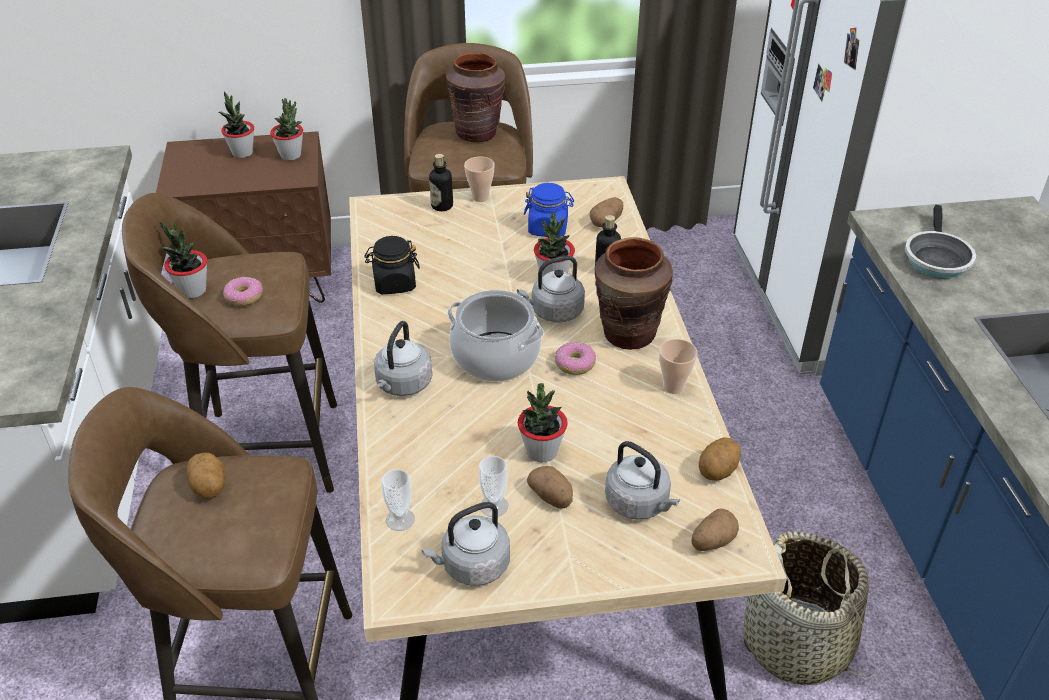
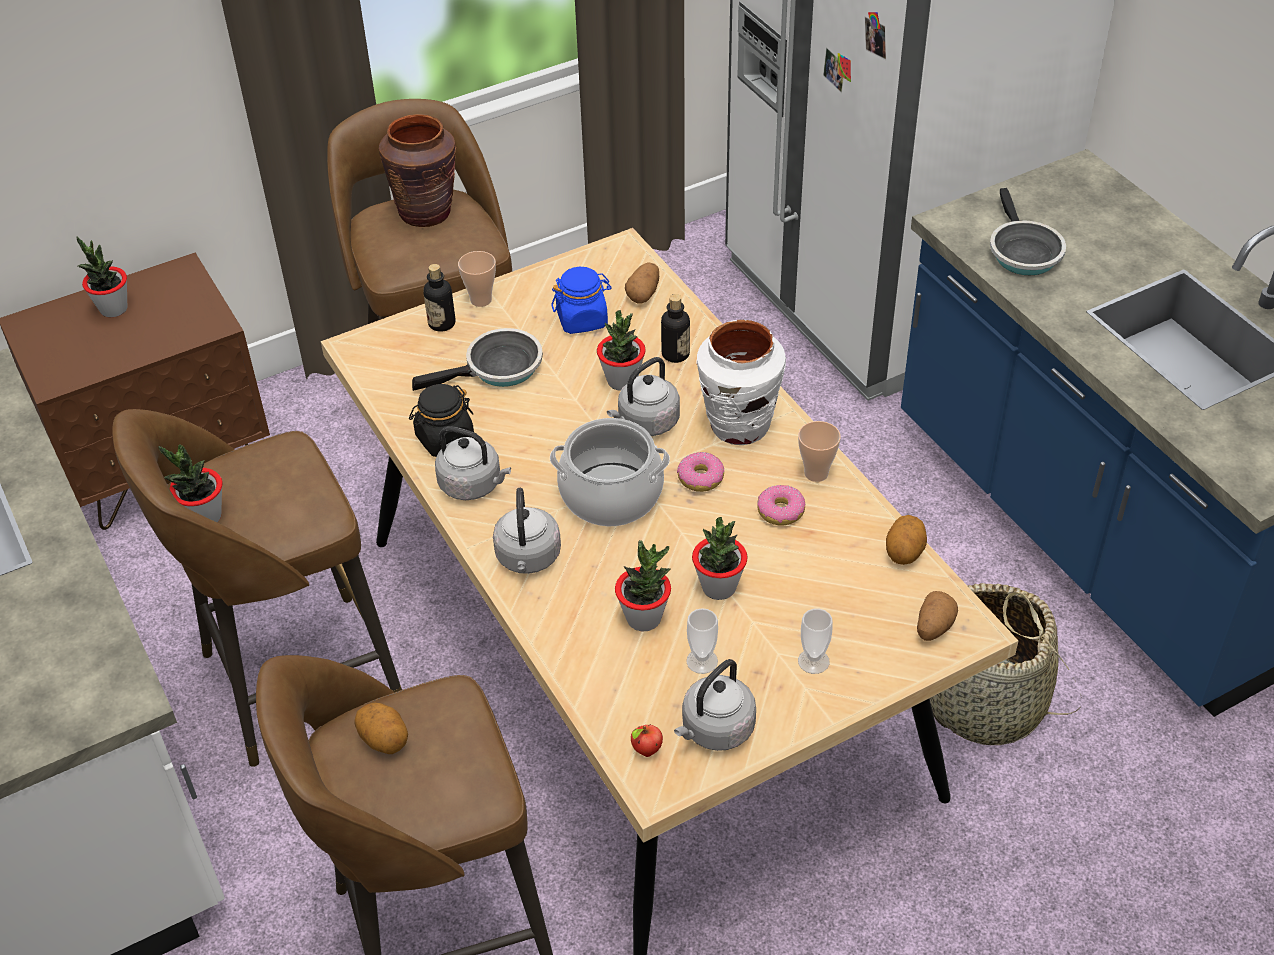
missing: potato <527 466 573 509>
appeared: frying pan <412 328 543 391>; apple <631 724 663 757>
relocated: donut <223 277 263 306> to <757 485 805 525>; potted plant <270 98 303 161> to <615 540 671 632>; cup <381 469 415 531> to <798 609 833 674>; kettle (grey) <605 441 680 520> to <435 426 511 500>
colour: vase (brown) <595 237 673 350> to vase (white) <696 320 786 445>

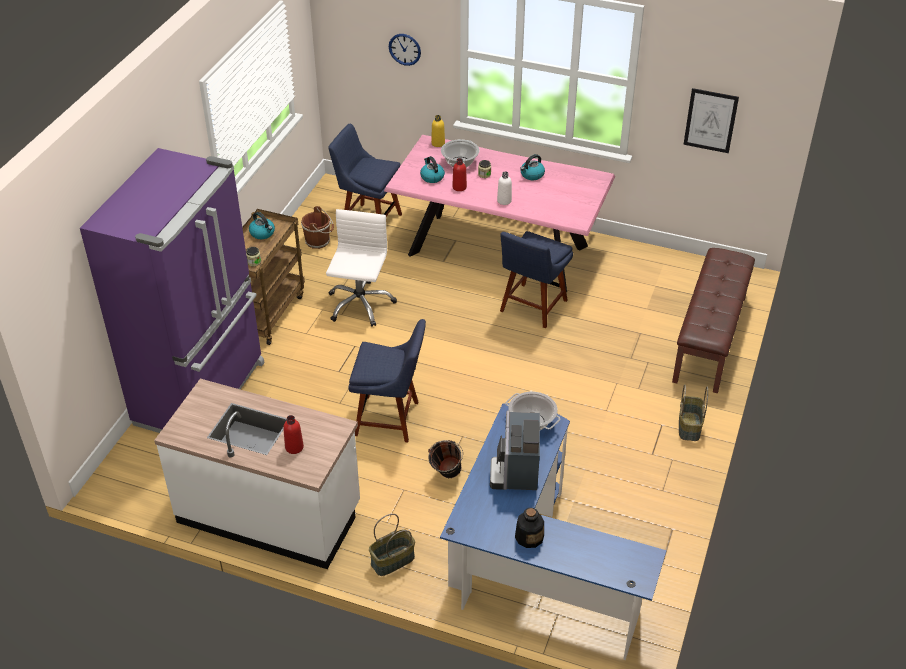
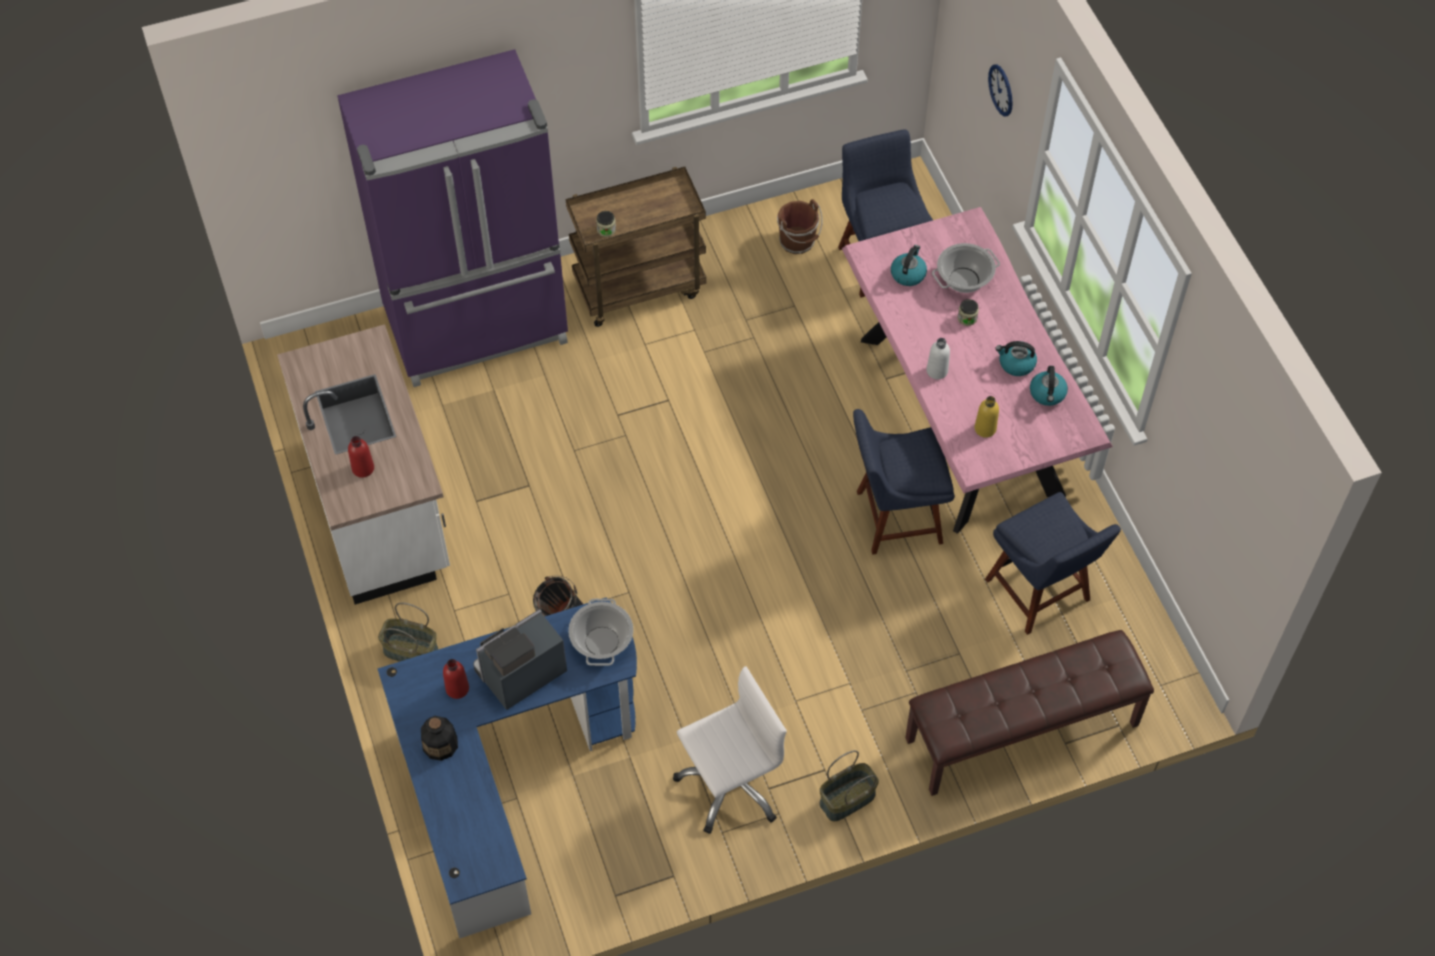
missing: picture <683 88 739 153>
relocated: kettle <249 212 275 239> to <1030 366 1068 406>; office chair (white) <326 209 397 327> to <673 666 787 834>; chair (blue) <348 319 426 442> to <985 492 1121 635>; bottle (yellow) <431 115 445 147> to <974 396 999 438>; bottle (red) <452 158 467 191> to <443 659 469 699>

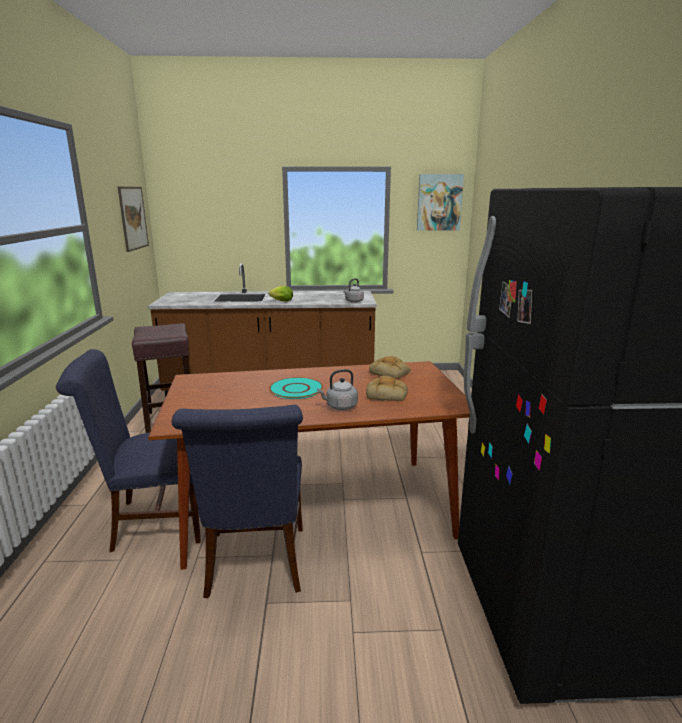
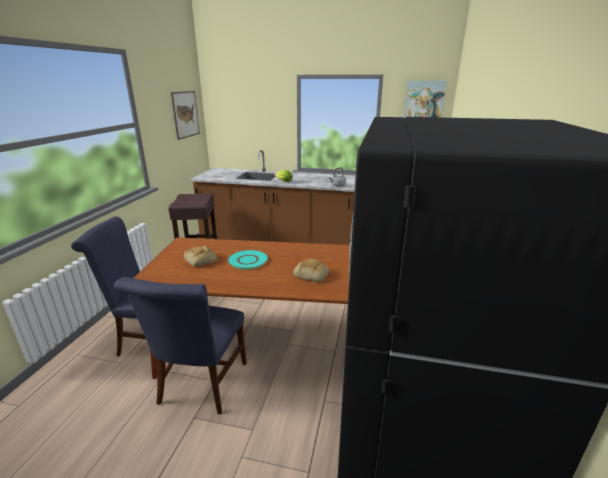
missing: kettle (grey) <317 369 358 410>
relocated: bread <369 356 411 379> to <184 246 217 267>

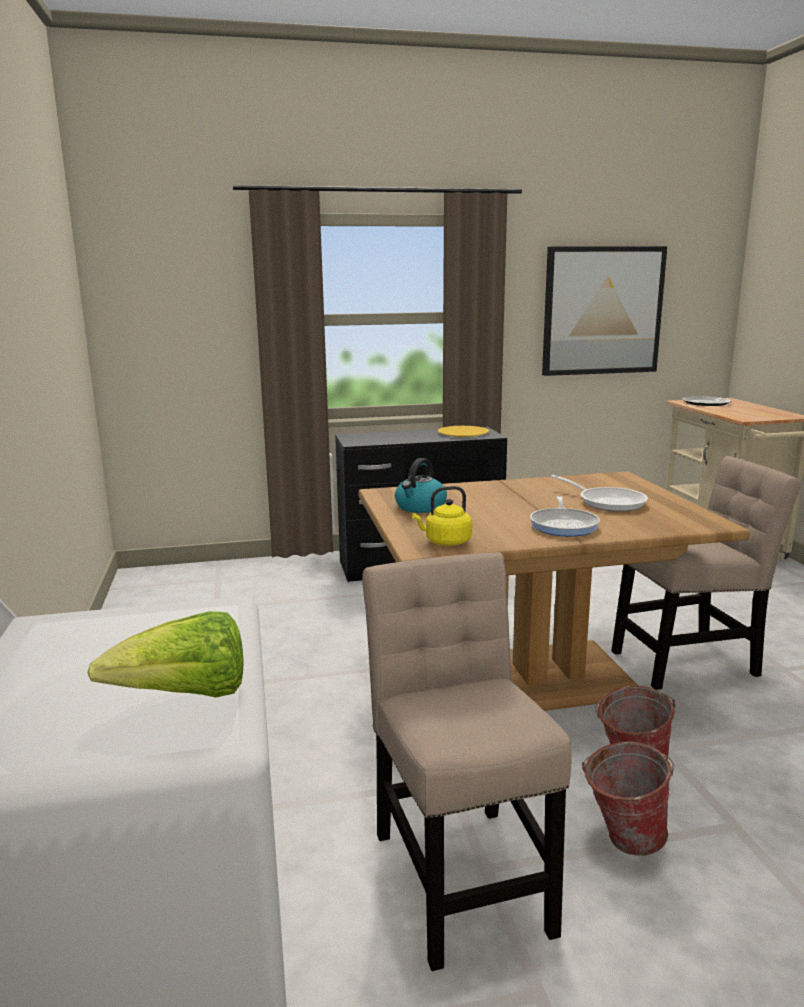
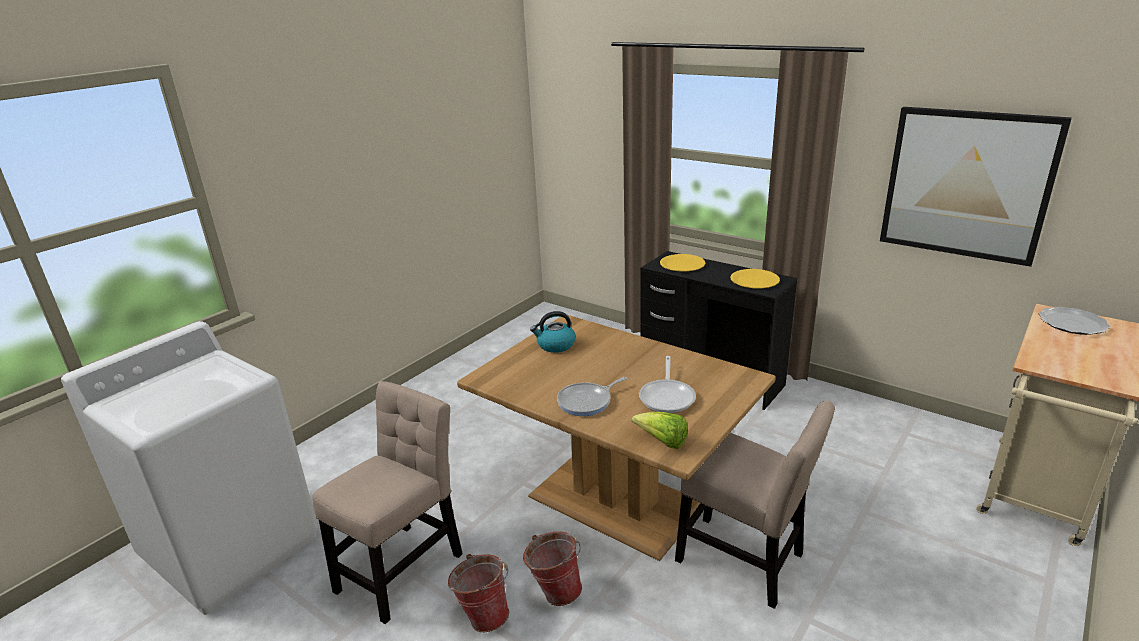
missing: kettle (yellow) <412 486 472 546>
appeared: plate (yellow) <660 254 705 271>
relocated: lettuce <87 611 244 697> to <632 412 688 449>

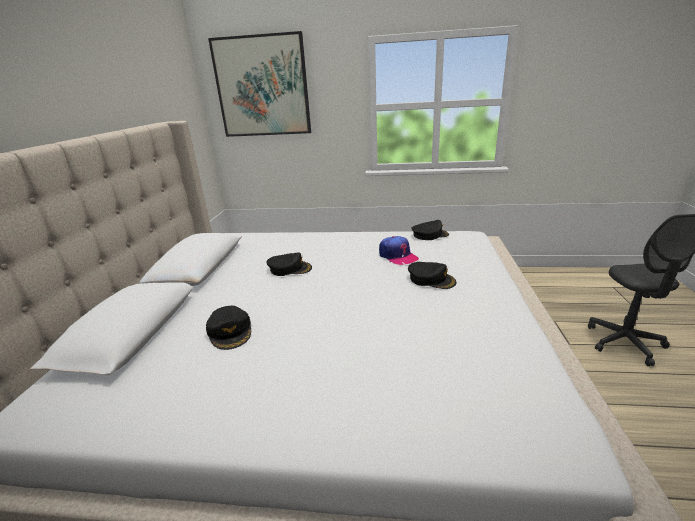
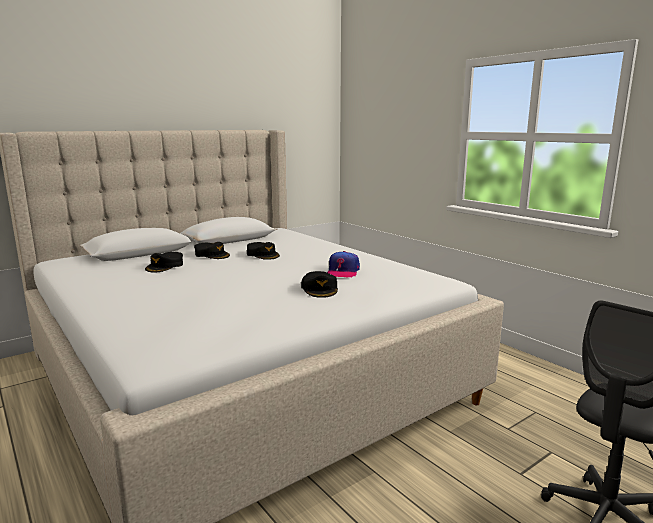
missing: picture <208 31 311 137>
relocated: cap (black) <411 220 449 240> to <194 242 230 259>

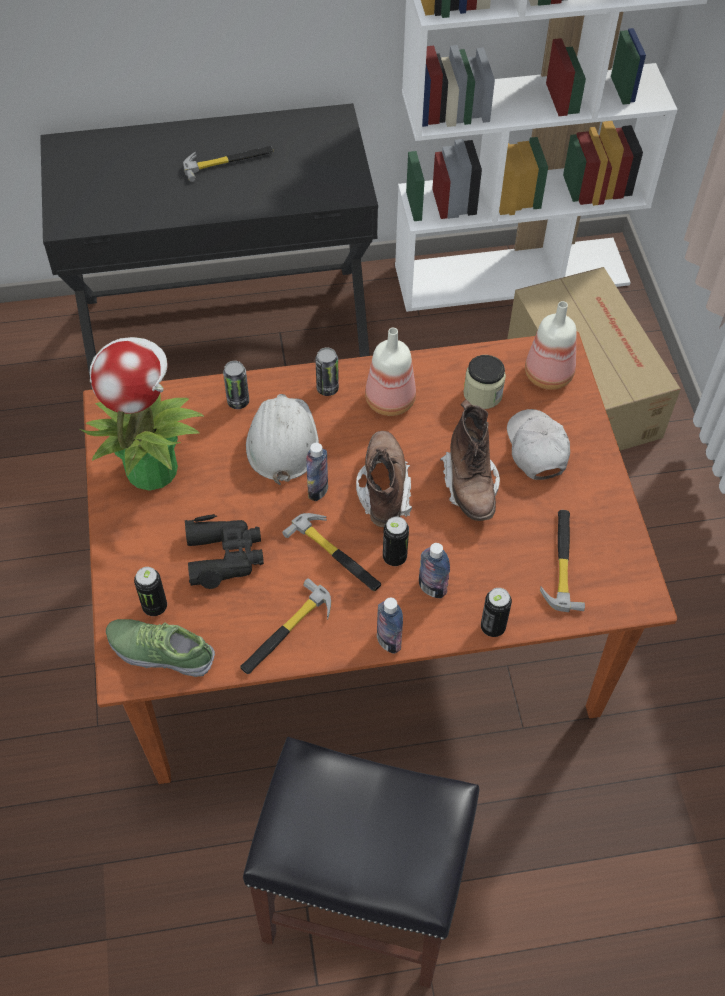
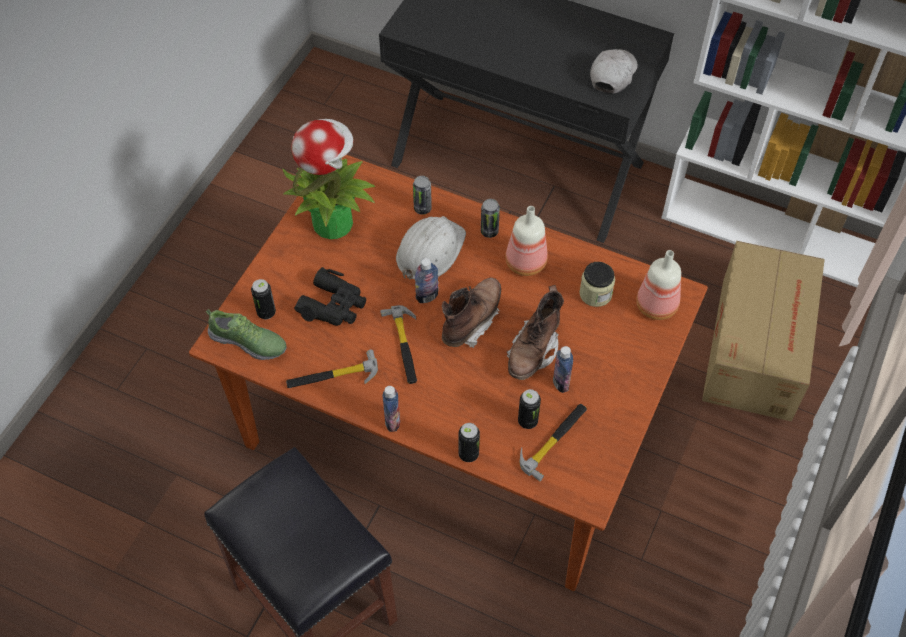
missing: hammer <183 146 274 182>
relocated: can <383 516 409 566> to <518 389 541 429>; bottle <419 543 450 598> to <553 346 573 393>; cap (white) <507 409 570 480> to <590 49 638 93>
spun: shoe <106 619 215 677> = <206 309 287 360> 150 degrees clockwise

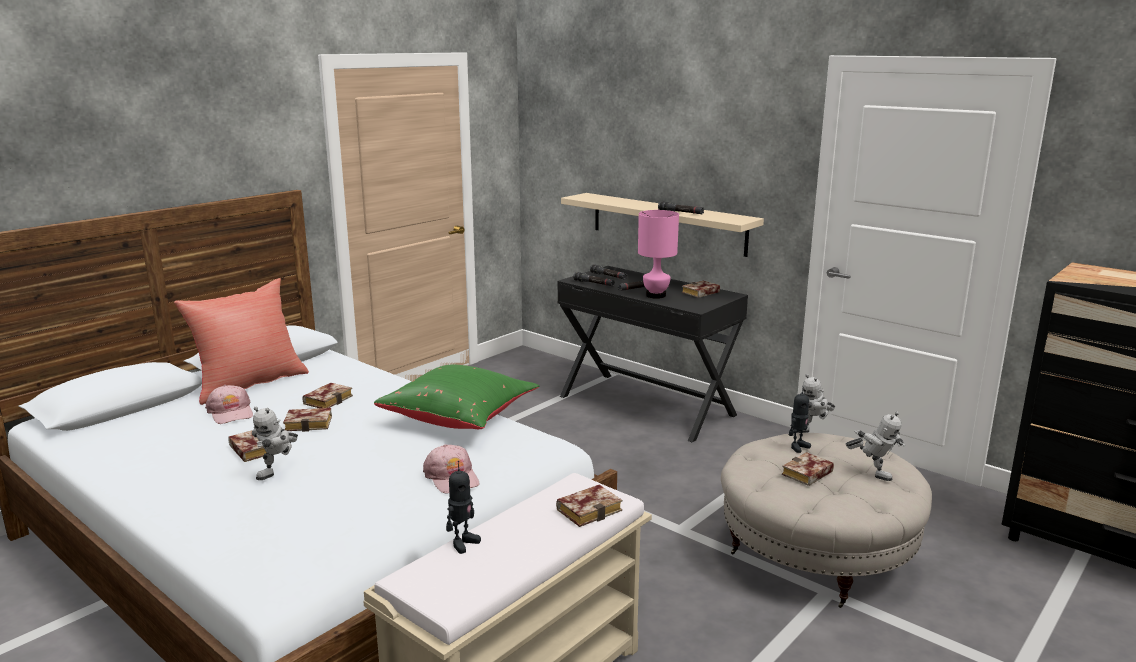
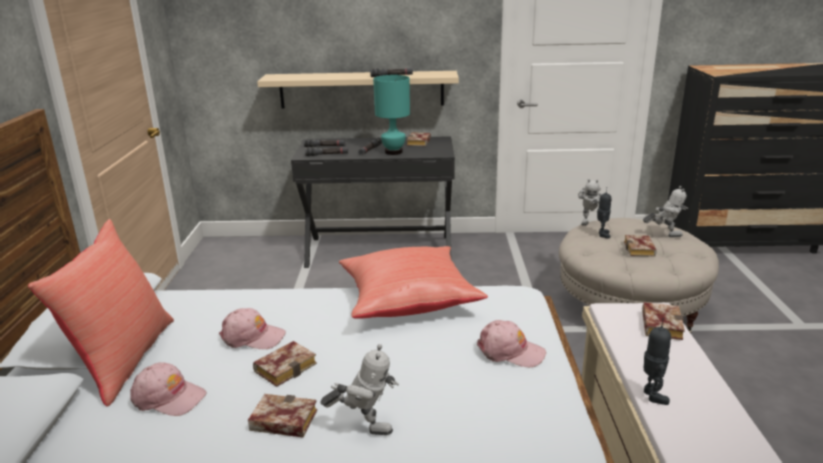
exchanged: book <303 383 353 408> to cap (pink) <219 308 286 349>
colour: pillow (green) <374 365 539 429> to pillow (red) <339 246 488 319>; table lamp (pink) <638 210 679 299> to table lamp (turquoise) <373 75 410 155>
spun: toy robot <252 406 298 480> = <321 344 399 435> 60 degrees counterclockwise

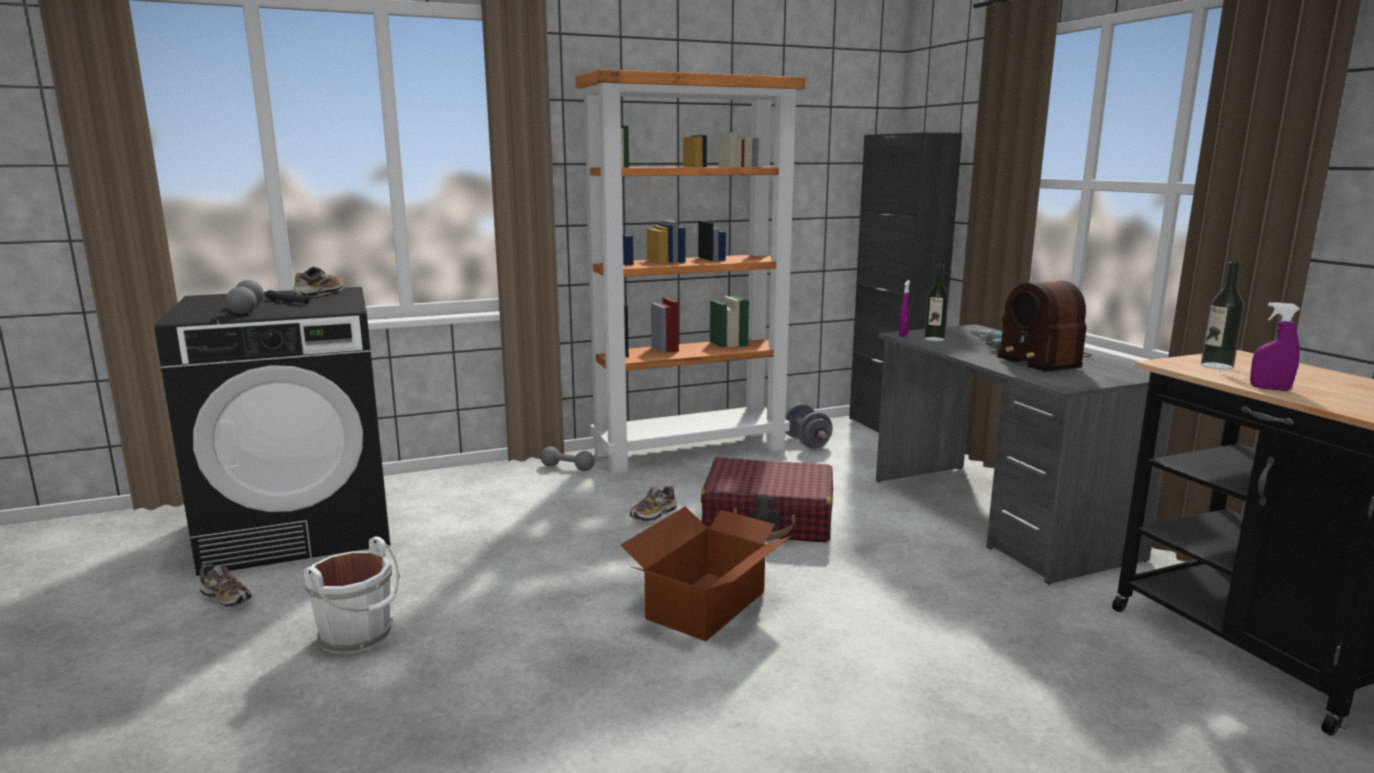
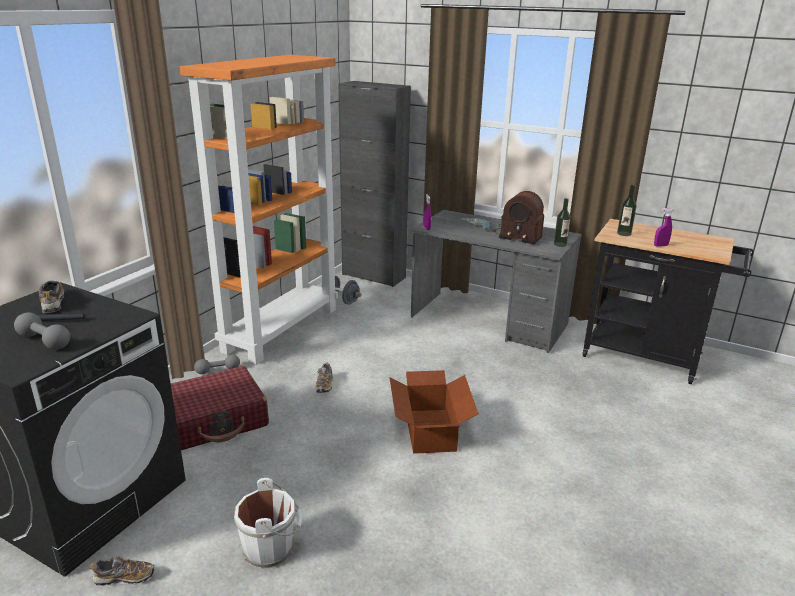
relocated: suitcase (red) <701 457 833 543> to <171 366 269 450>; bottle <924 265 949 341> to <554 198 571 247>

